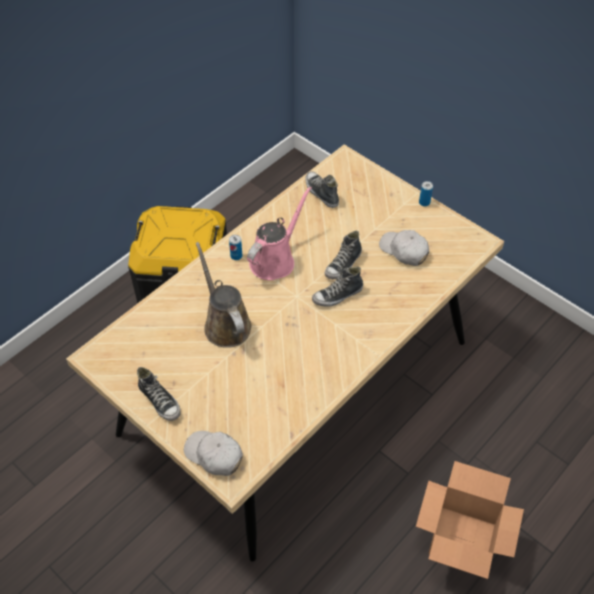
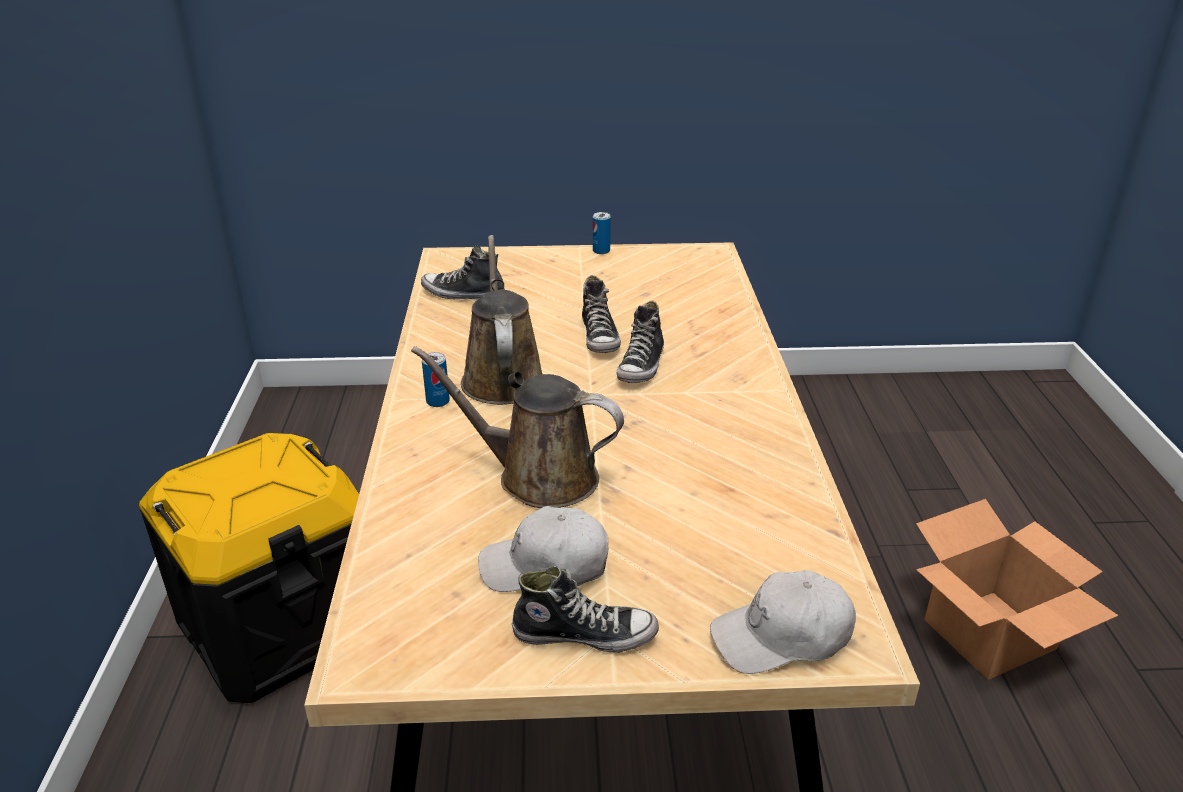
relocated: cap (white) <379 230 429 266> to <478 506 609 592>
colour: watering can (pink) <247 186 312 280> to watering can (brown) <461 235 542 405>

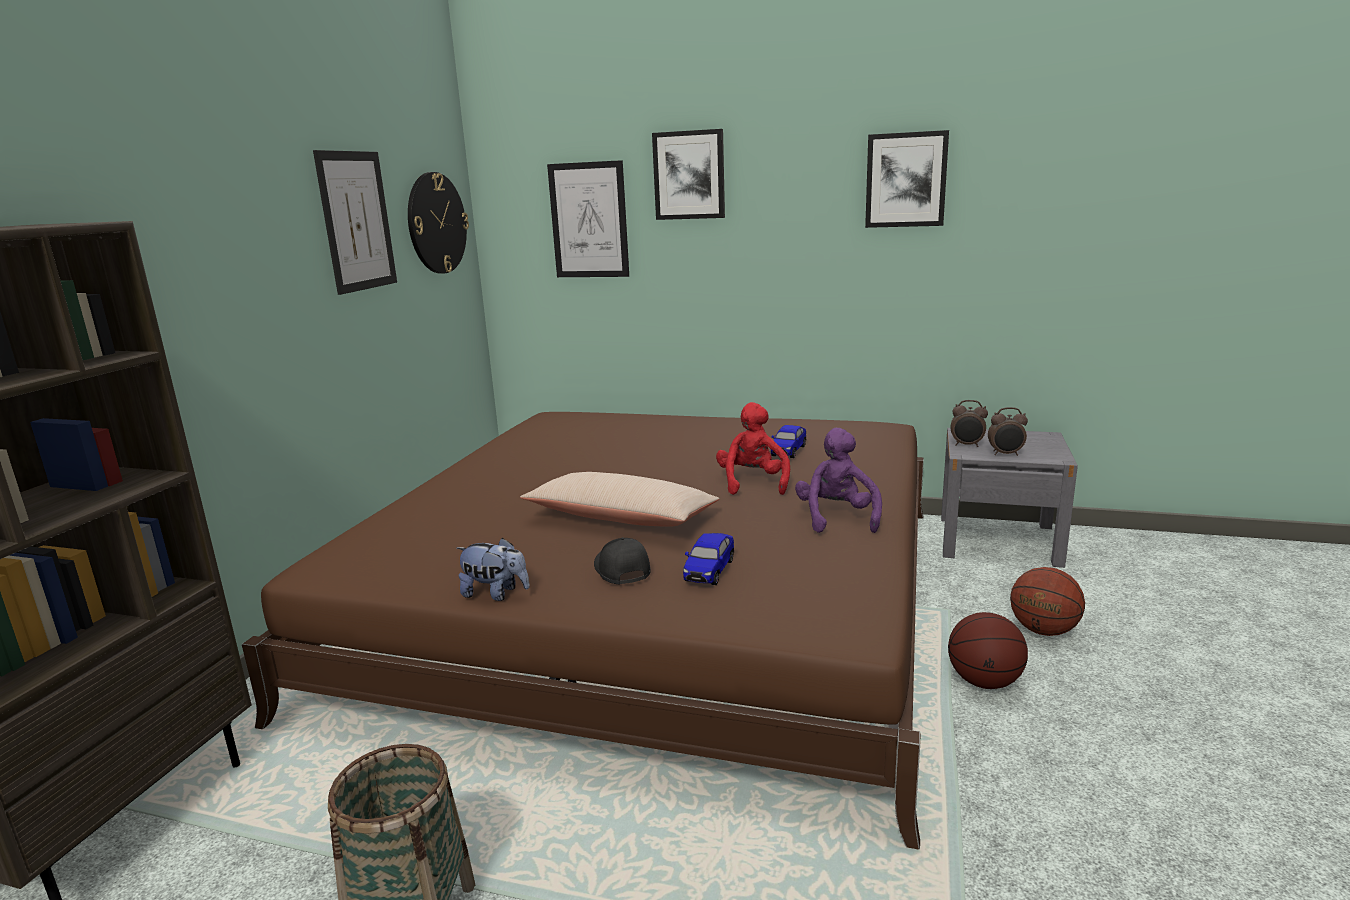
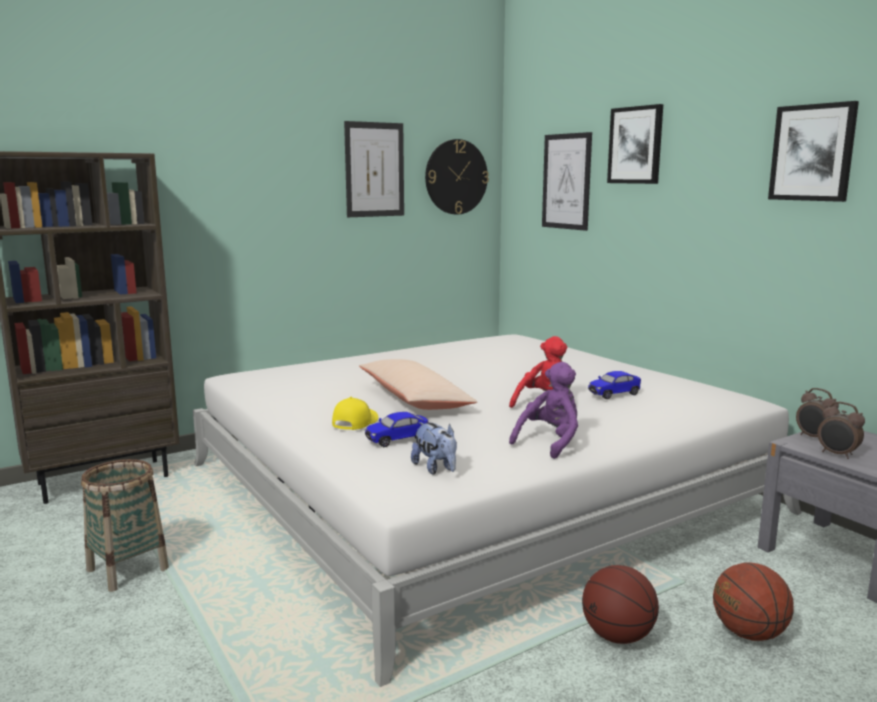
relocated: plush toy <456 538 530 601> to <411 422 457 475>
colour: bed (brown) <242 412 924 850> to bed (white) <193 334 801 687>; cap (black) <594 537 651 585> to cap (yellow) <332 397 378 430>

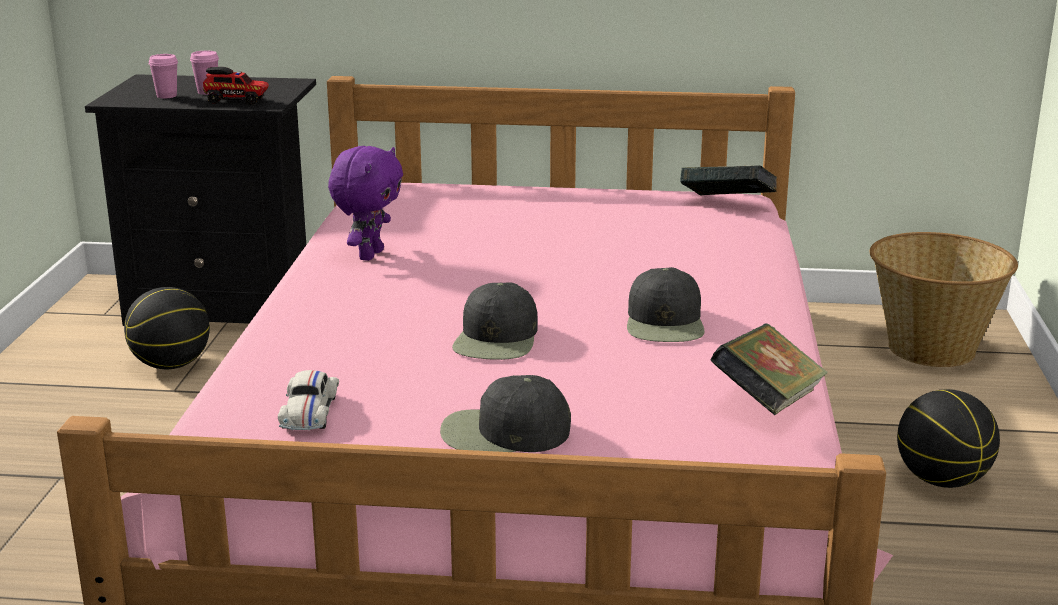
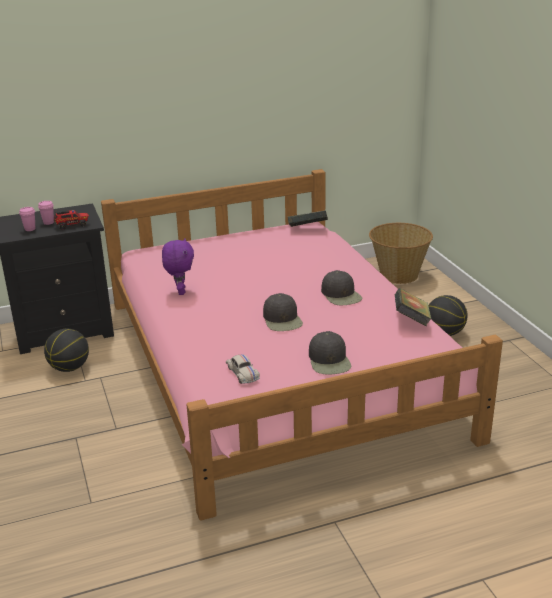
spun: cap (black) <440 375 571 452> = <309 331 351 375> 75 degrees counterclockwise

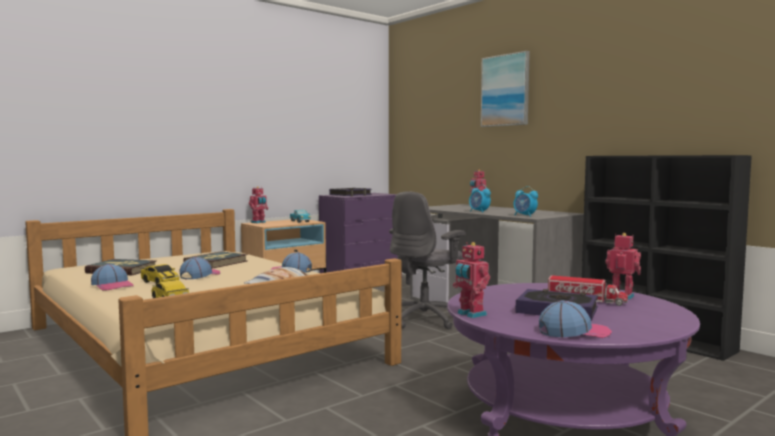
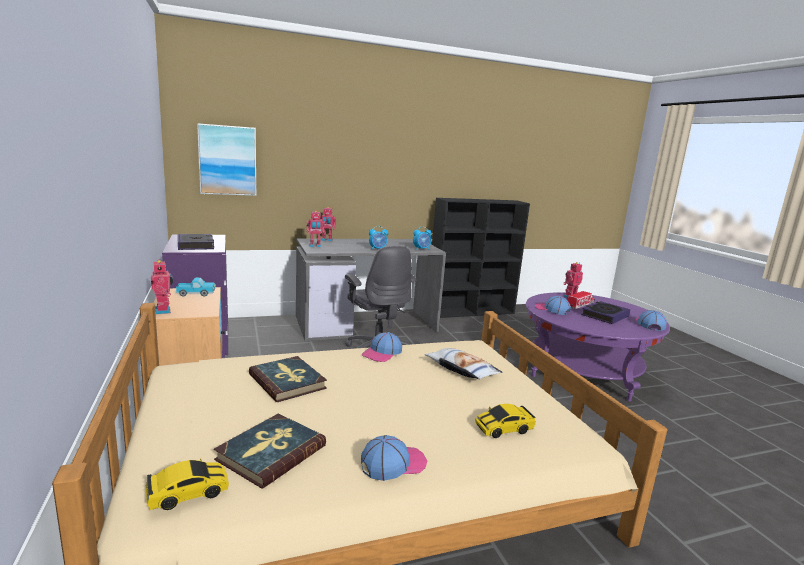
relocated: toy car <141 264 179 284> to <146 458 229 510>; cap <179 257 221 279> to <535 296 571 315>; toy robot <453 242 490 318> to <306 210 325 247>; picture <481 51 530 127> to <197 123 257 196>

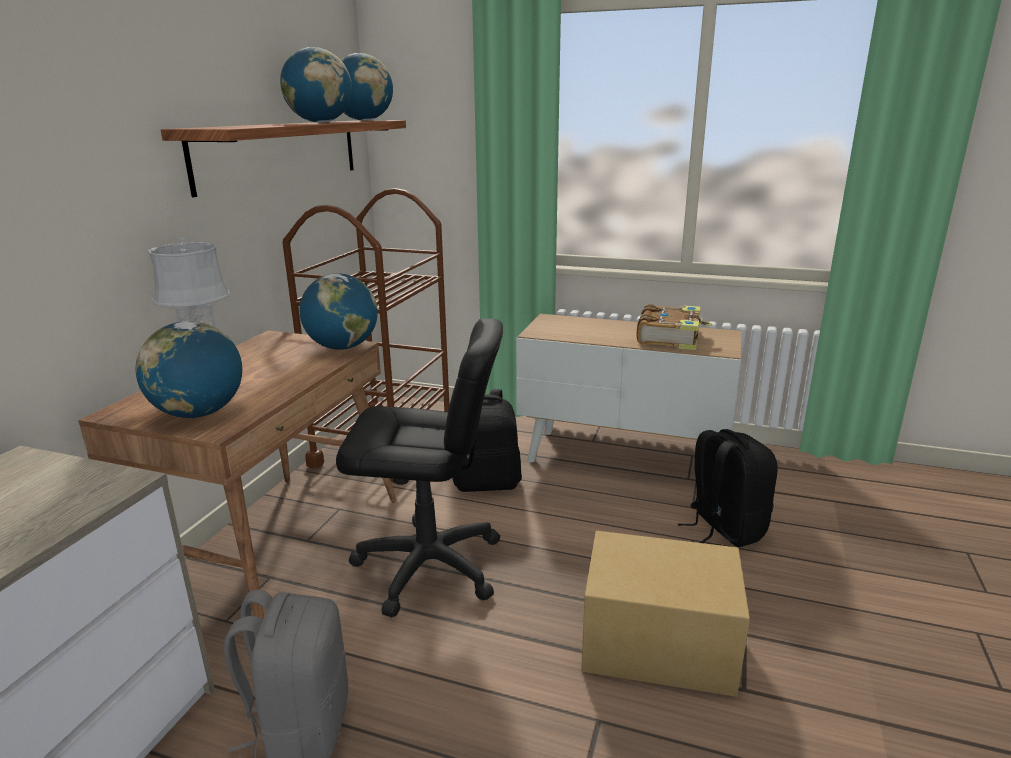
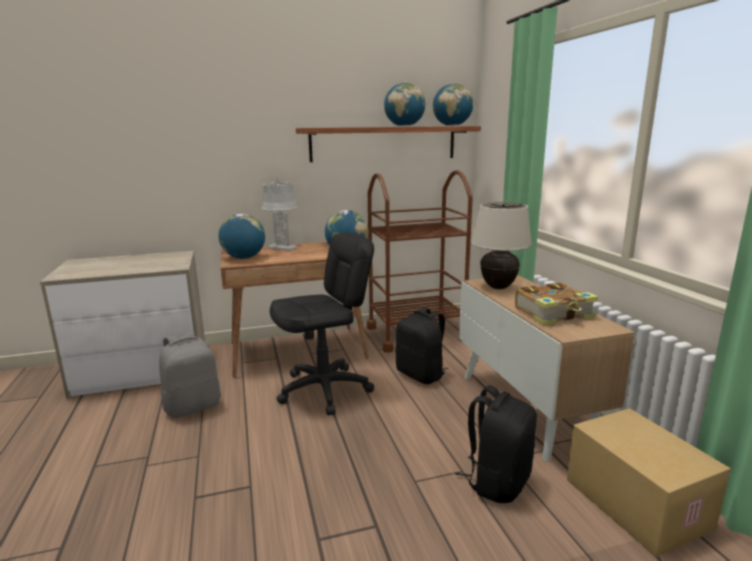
appeared: table lamp (beige) <471 202 532 289>
relocated: cardboard box <581 531 750 697> to <567 408 731 557>
spun: office chair (black) <336 318 503 617> = <270 233 374 415> 90 degrees counterclockwise

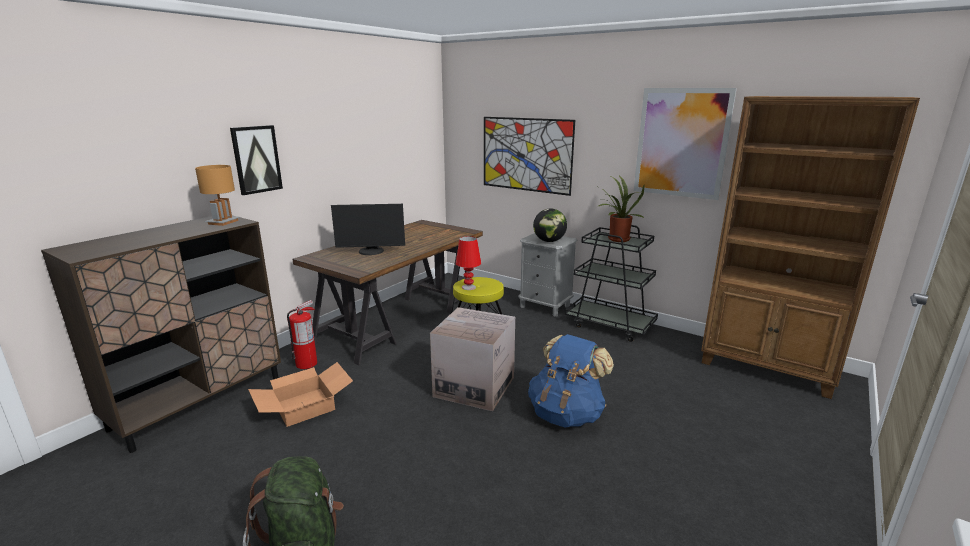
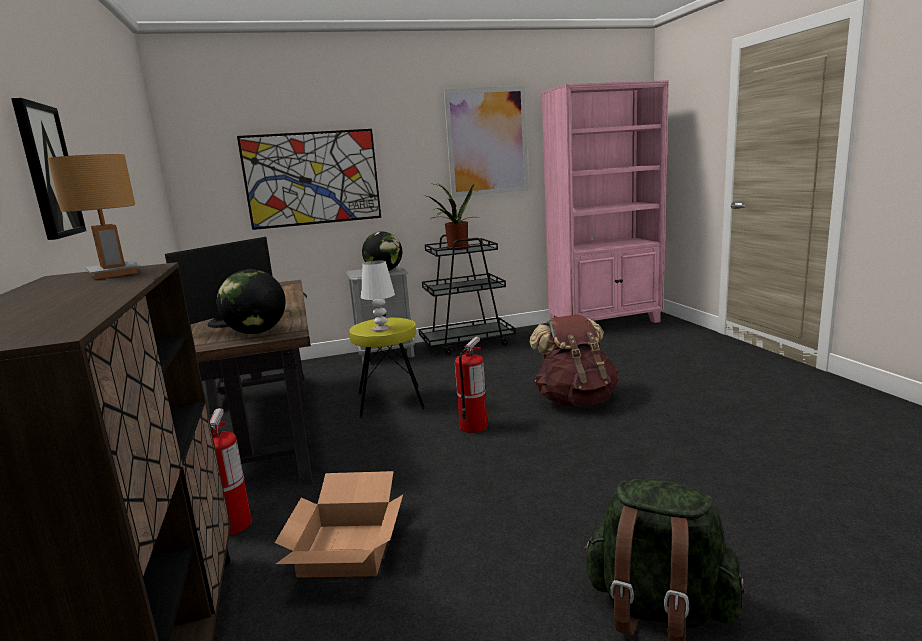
appeared: globe <217 269 286 334>
exchanged: cardboard box <430 307 515 411> to fire extinguisher <455 337 487 433>
colour: table lamp (red) <456 236 481 290> to table lamp (white) <361 261 395 331>; backpack (blue) <528 334 614 428> to backpack (brown) <529 315 619 406>; bookcase (brown) <701 96 920 399> to bookcase (pink) <542 80 669 323>

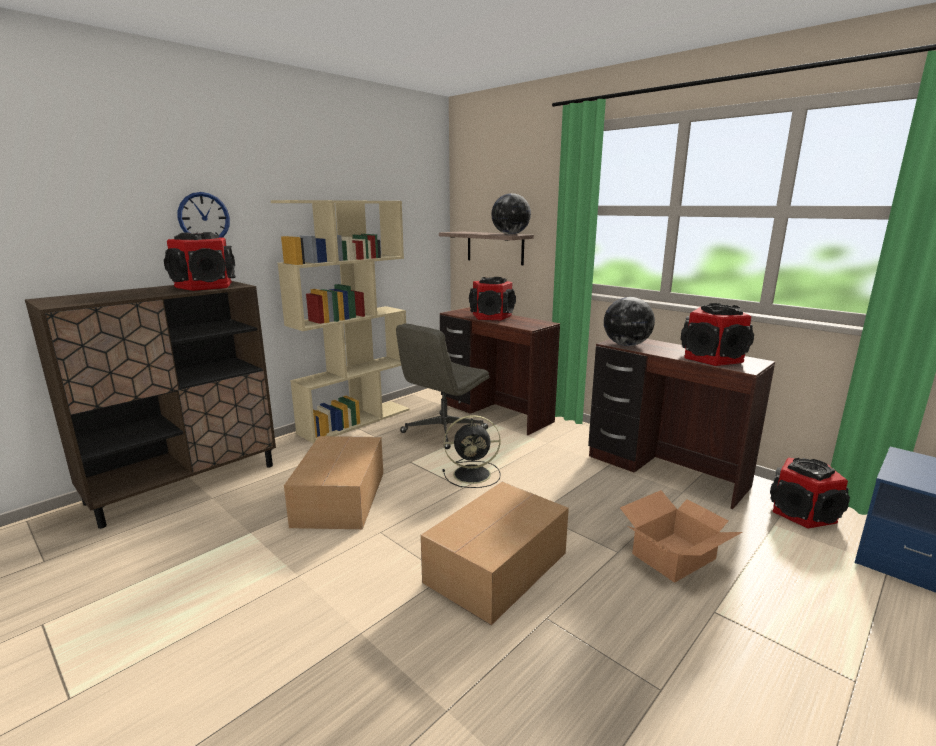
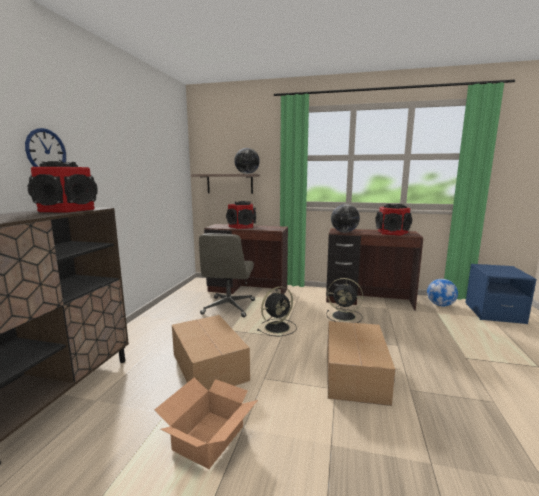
missing: bookcase (beige) <271 200 409 444>
appeared: fan (black) <326 278 363 323>
relocated: cardboard box <620 490 742 583> to <155 378 258 469>
exchanged: speaker <770 458 850 529> to globe <427 279 458 307>

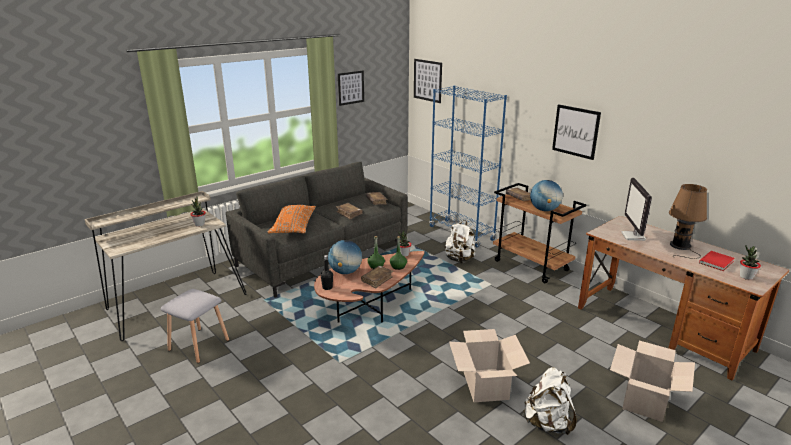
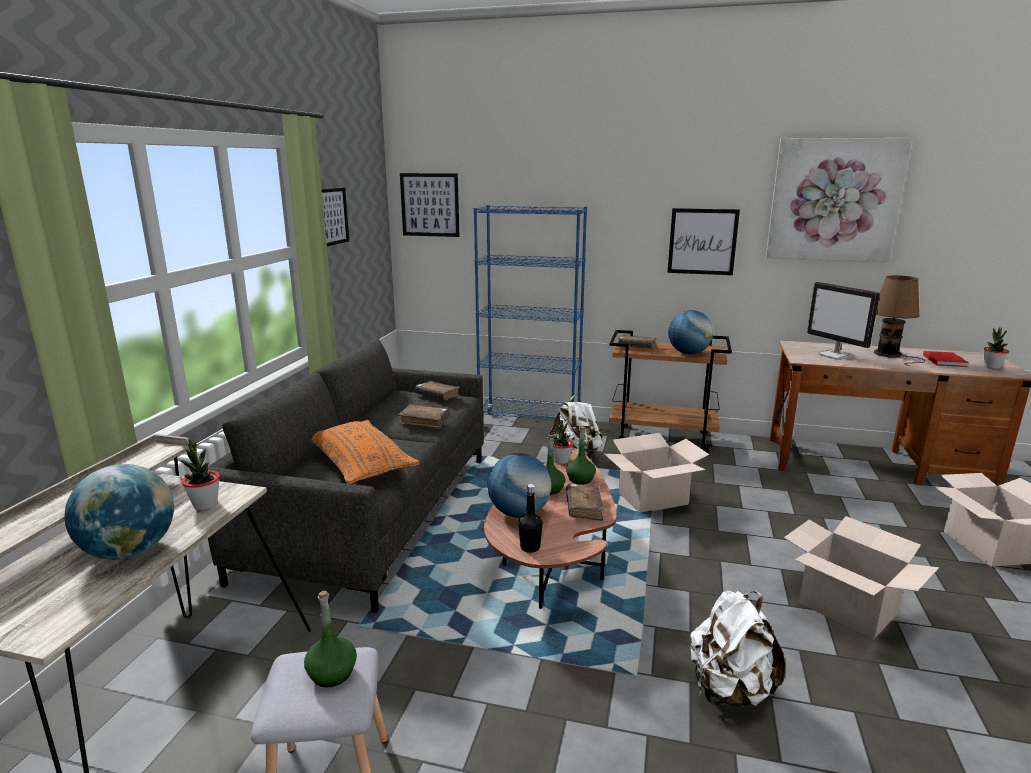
appeared: globe <65 464 174 560>; bottle (green) <304 591 357 687>; cardboard box <604 433 709 512>; picture <766 138 912 262>
relocated: backpack (white) <522 367 577 435> to <690 590 785 707>

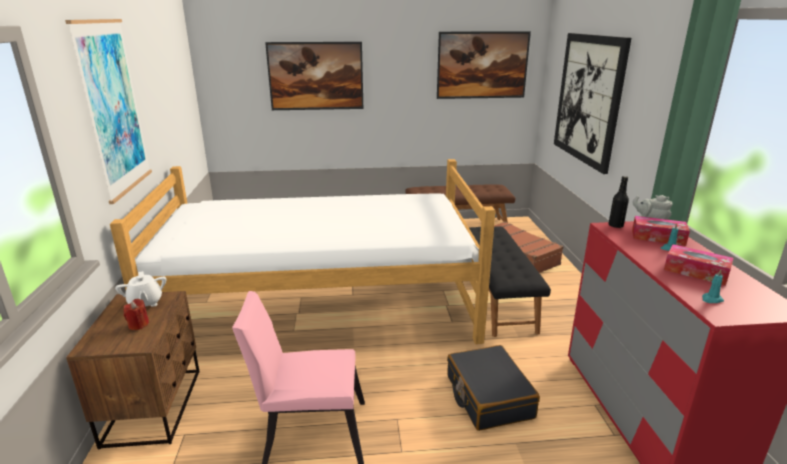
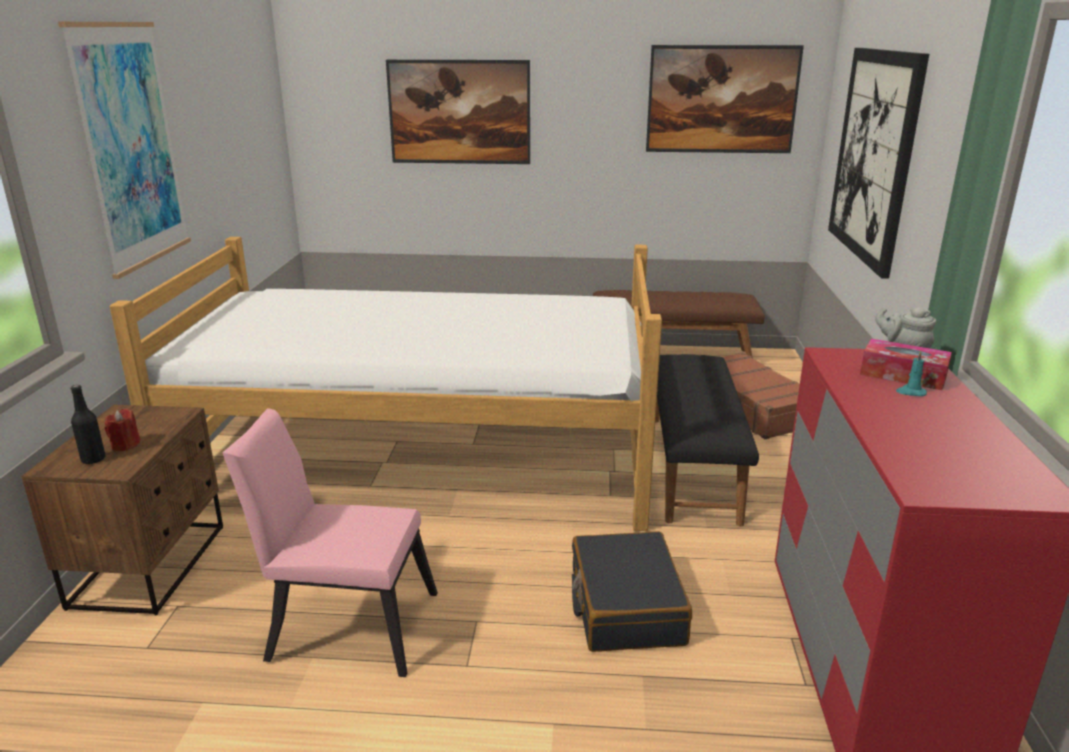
missing: teapot (white) <115 271 166 307>; tissue box <664 244 733 286>; candle (turquoise) <702 270 724 303>
relocated: bottle (black) <608 176 629 228> to <71 385 106 464>

